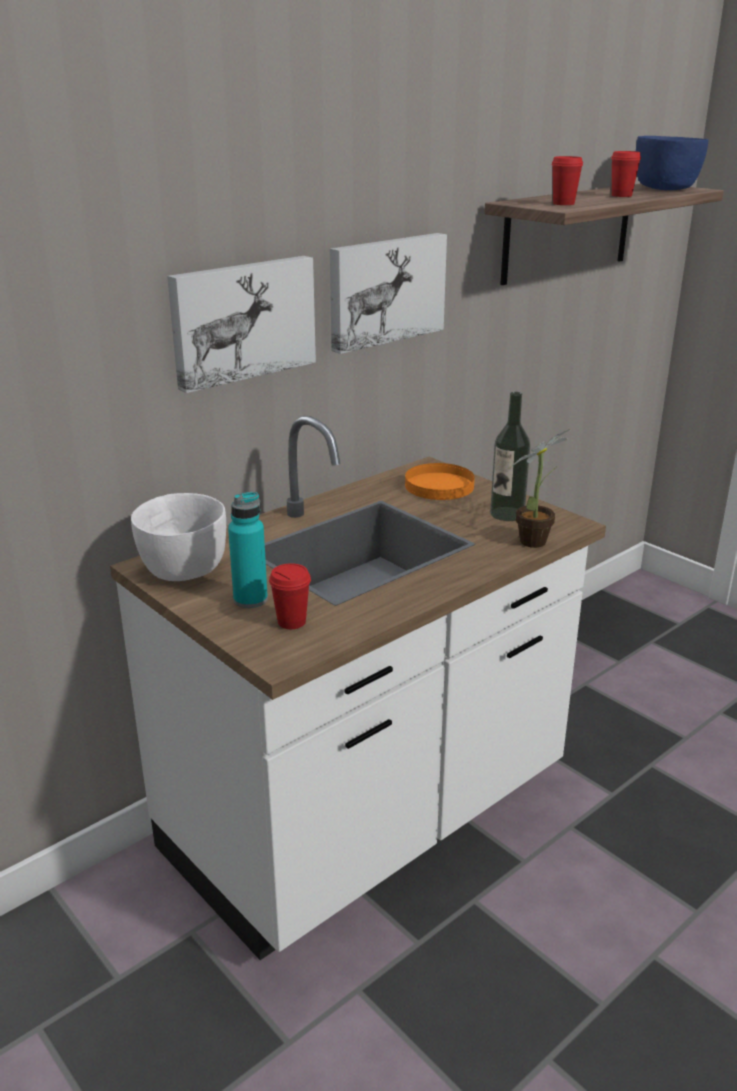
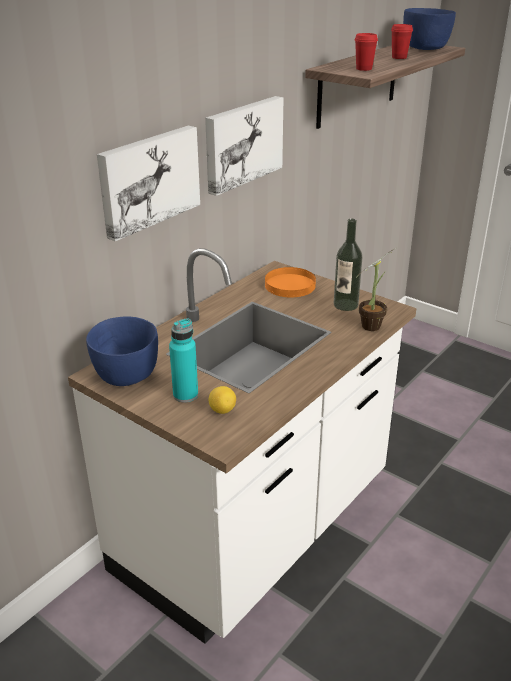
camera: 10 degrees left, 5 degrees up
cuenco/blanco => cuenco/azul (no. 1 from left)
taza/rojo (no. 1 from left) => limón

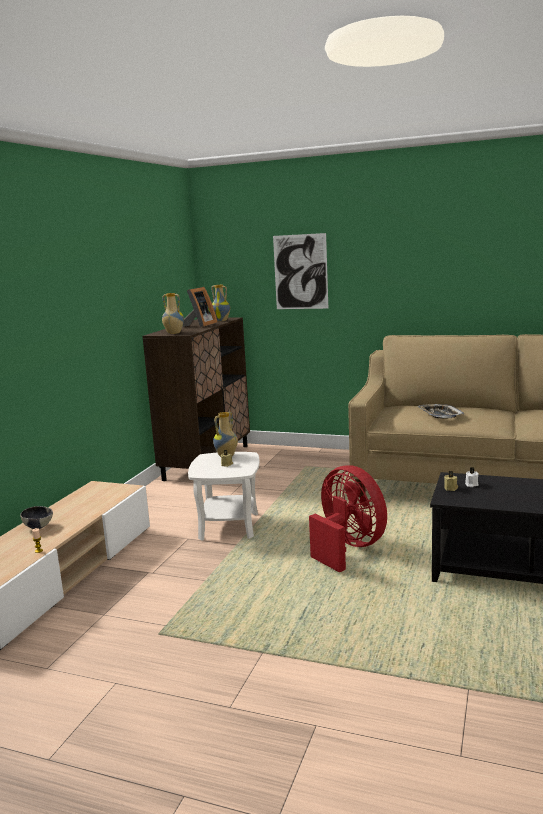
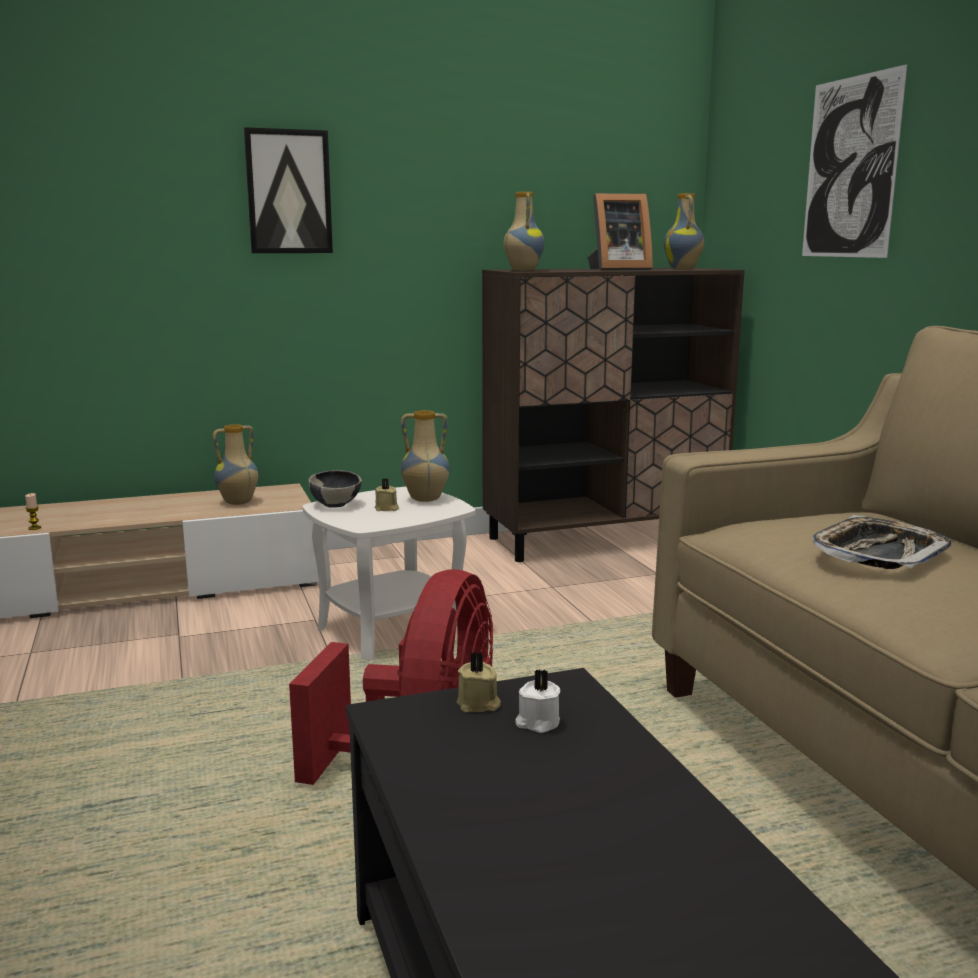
camera: 50 degrees right, 0 degrees up
cuenco, relocated
nothing => florero (no. 1 from left)
nothing => cuadro (no. 1 from left)

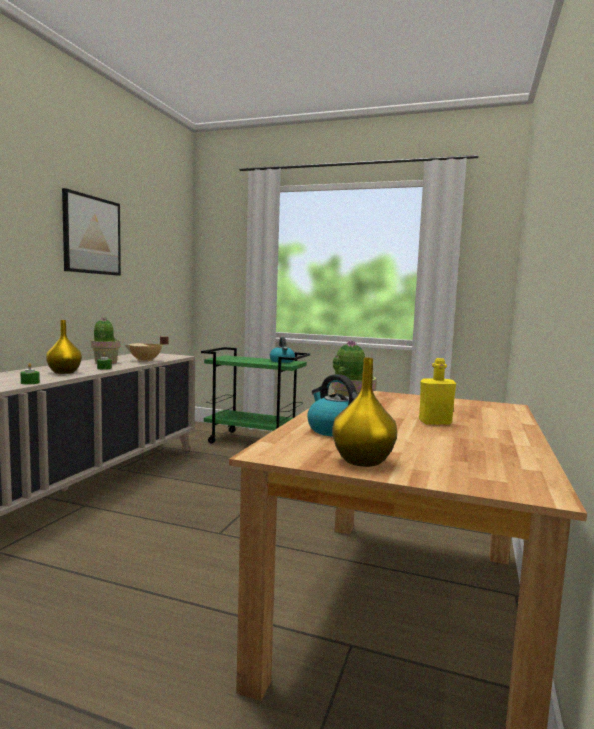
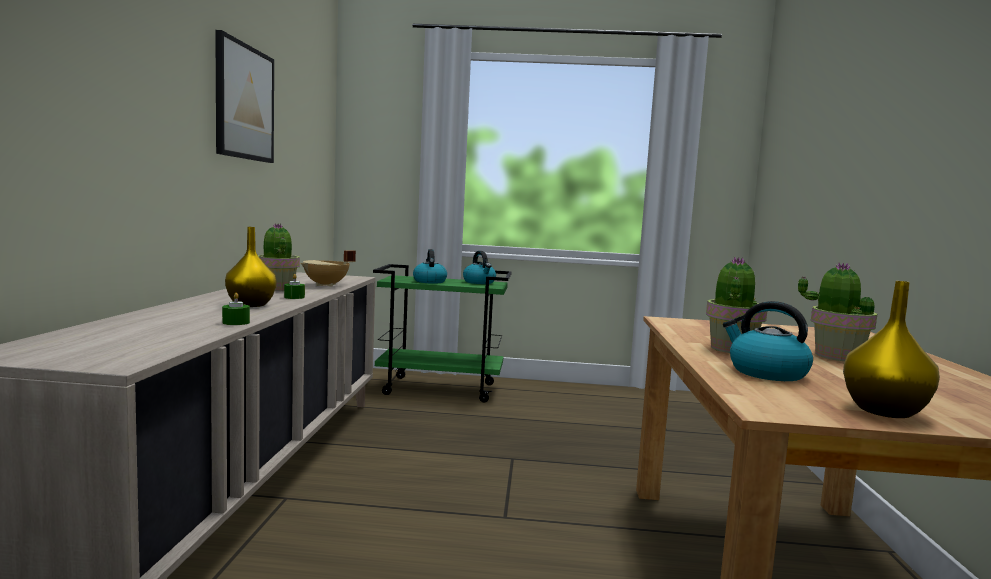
camera: 15 degrees left, 0 degrees up
botella/amarillo => planta en maceta (no. 3 from left)
nothing => hervidor (no. 1 from left)

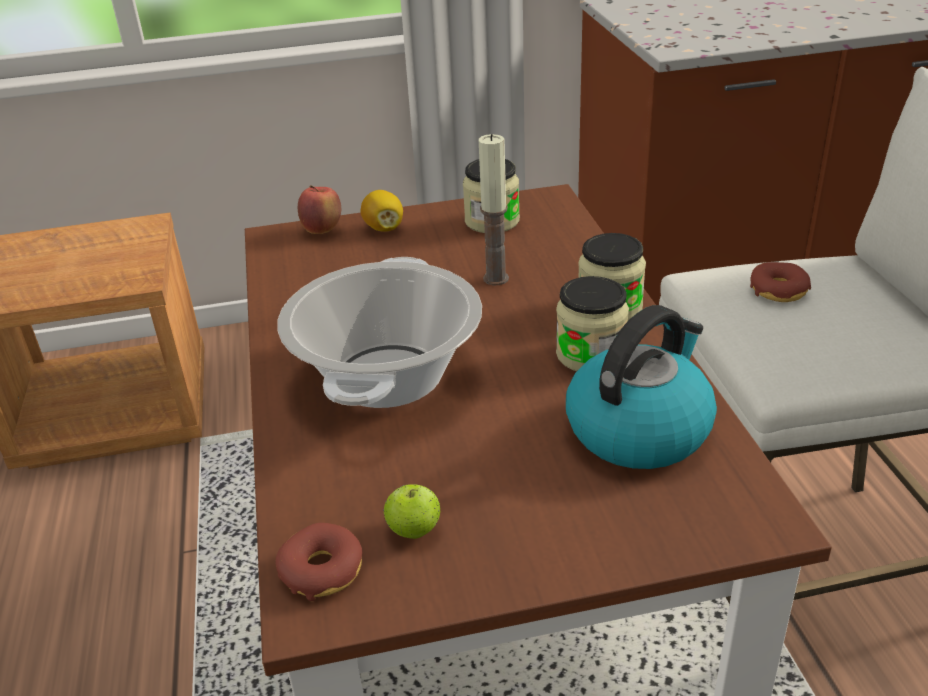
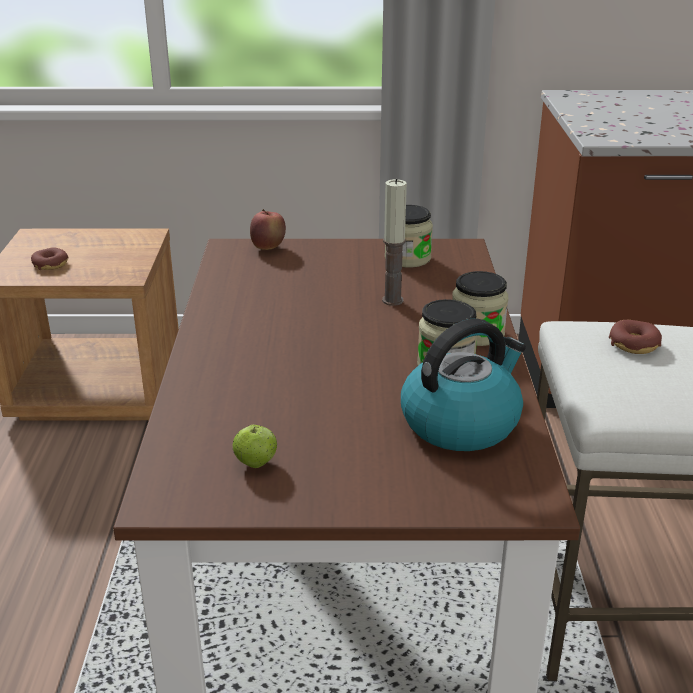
camera: 10 degrees right, 5 degrees down
rosquilla (no. 1 from left), relocated
olla => nothing
limón => nothing

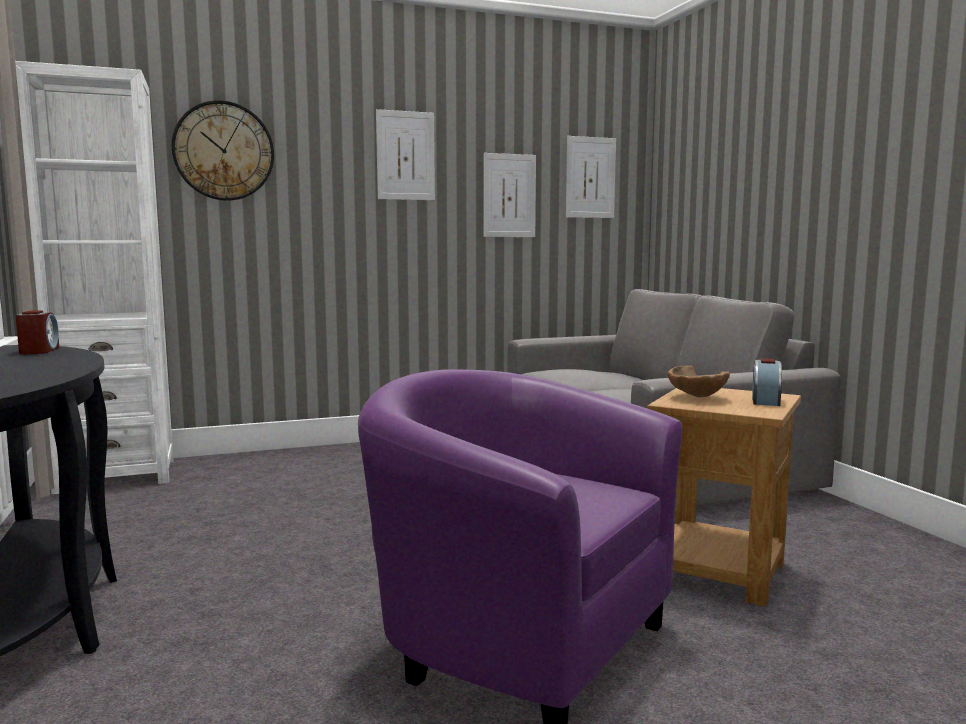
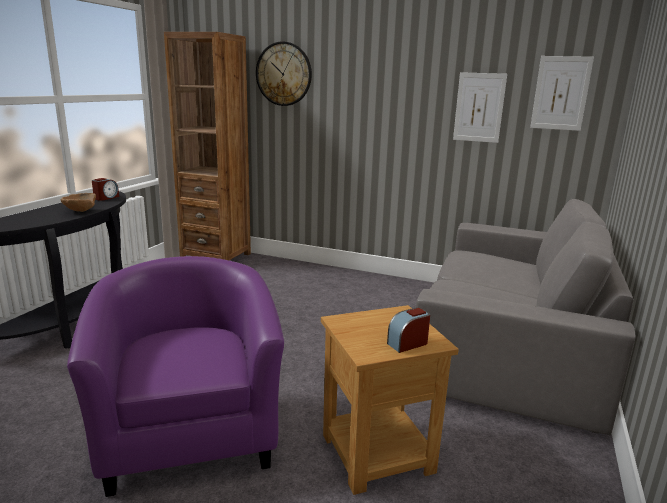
camera: 40 degrees right, 10 degrees up
estantería/blanco => estantería/marrón
cuadro (no. 1 from left) => nothing
cuenco/marrón, relocated

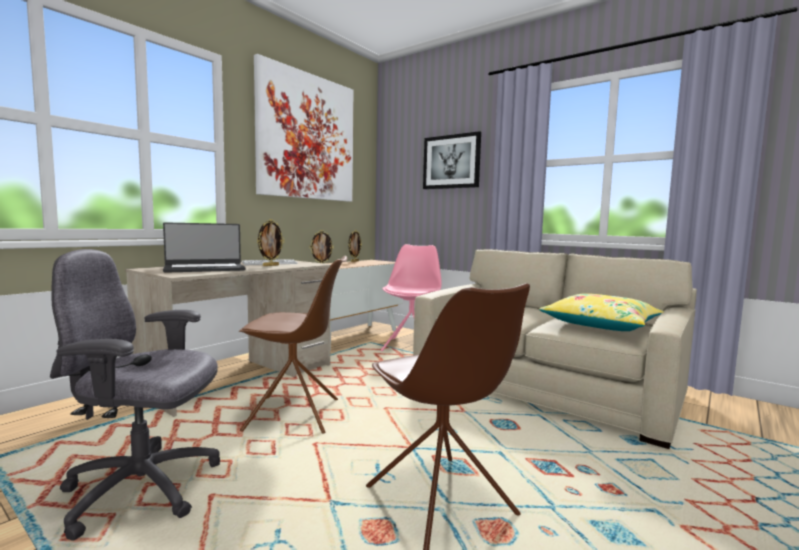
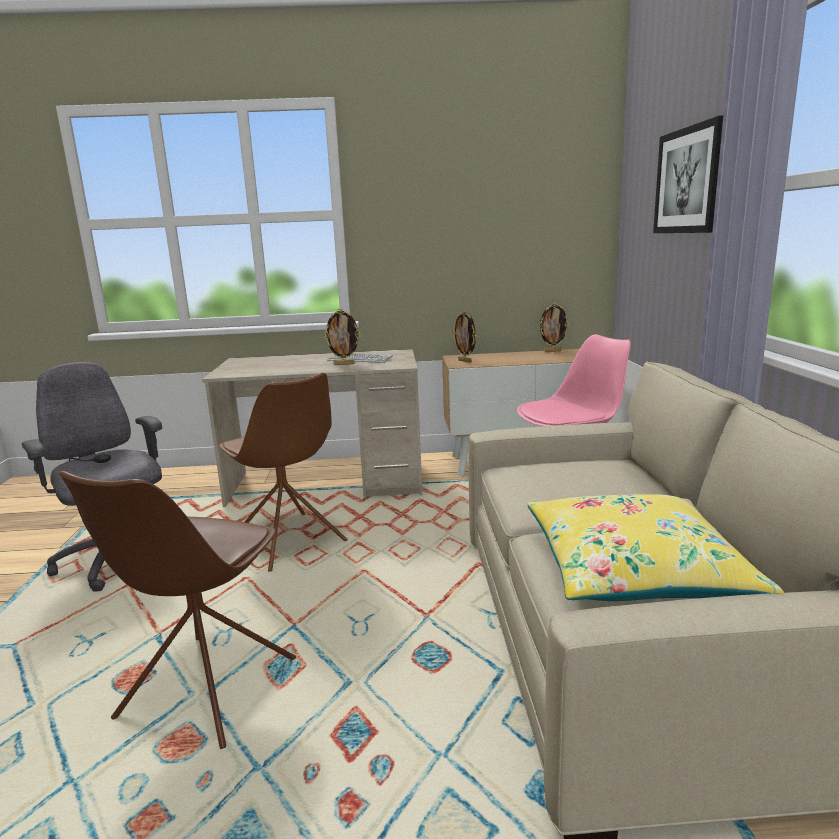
camera: 50 degrees right, 10 degrees up
portátil => nothing
cuadro (no. 1 from left) => nothing

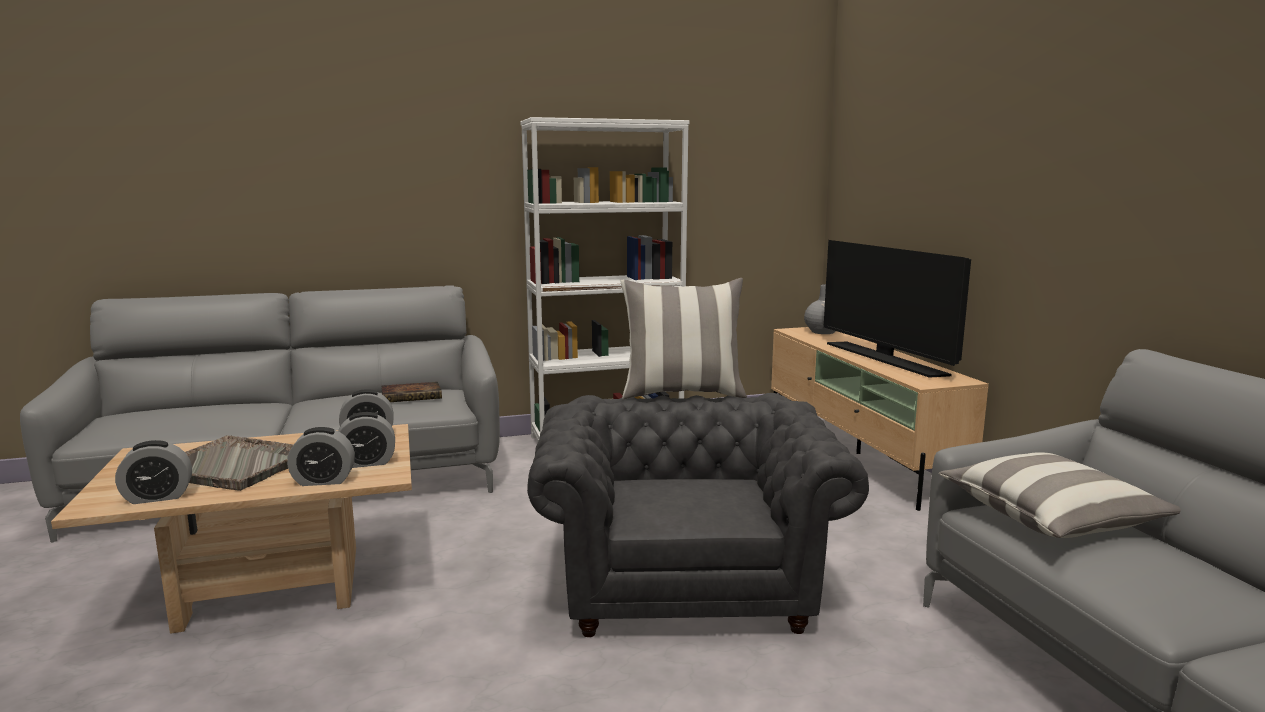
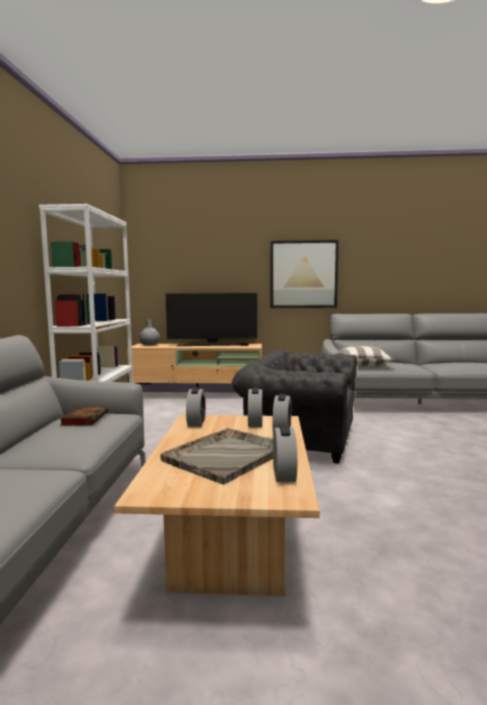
camera: 70 degrees left, 5 degrees down
cojín (no. 1 from left) => nothing
nothing => cuadro

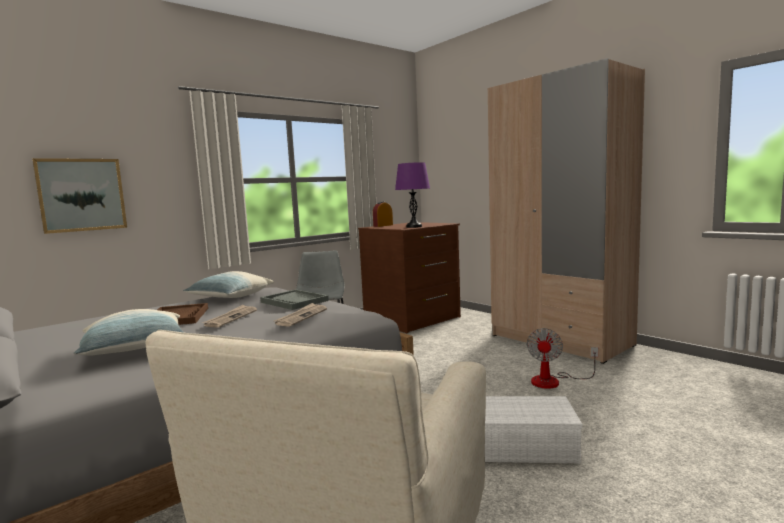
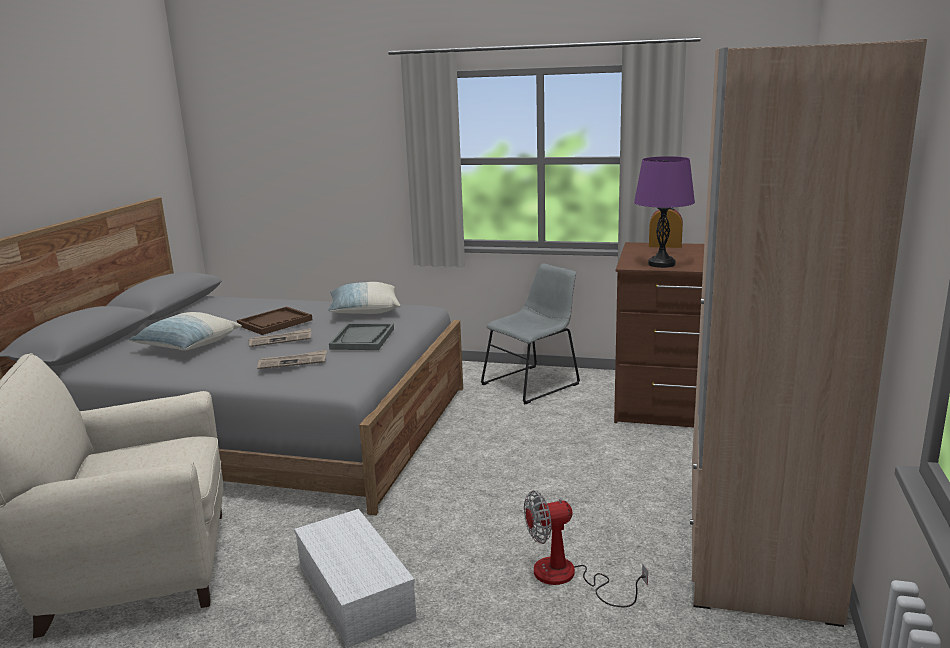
camera: 55 degrees right, 10 degrees up
cuadro => nothing

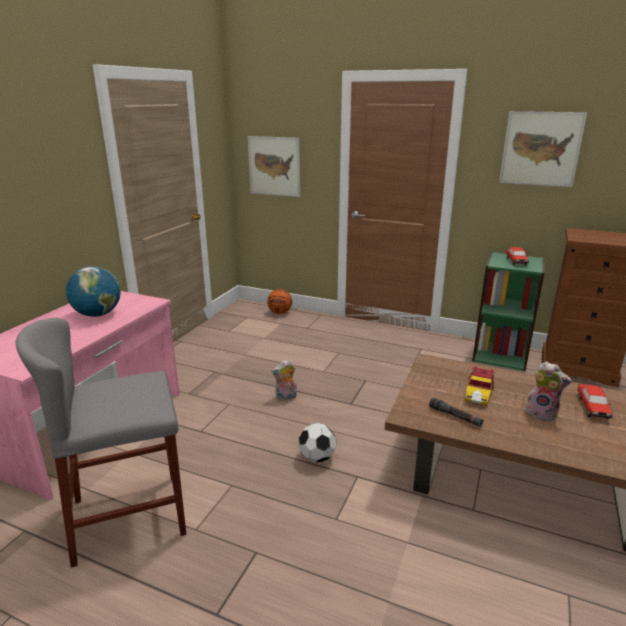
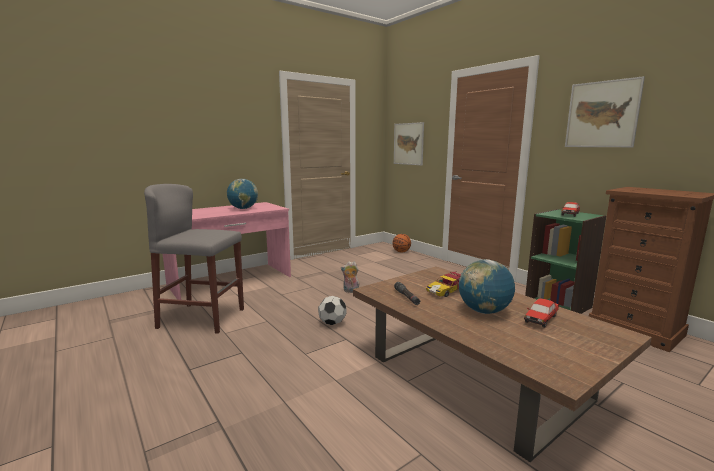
camera: 30 degrees right, 10 degrees down
peluche (no. 2 from left) => globo terráqueo (no. 2 from left)

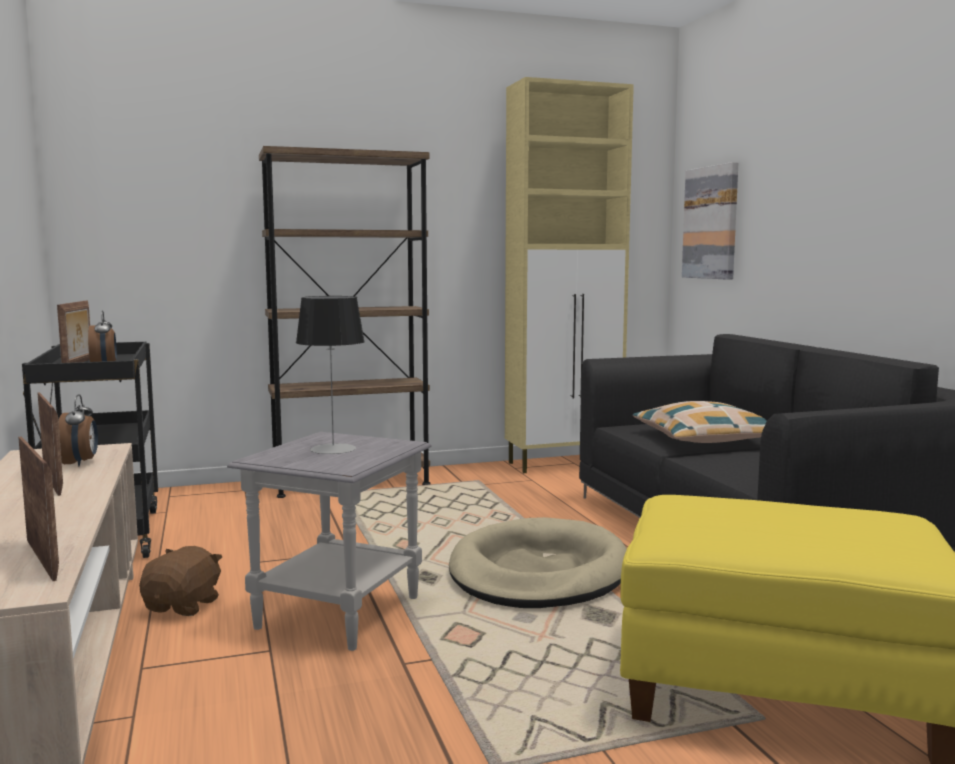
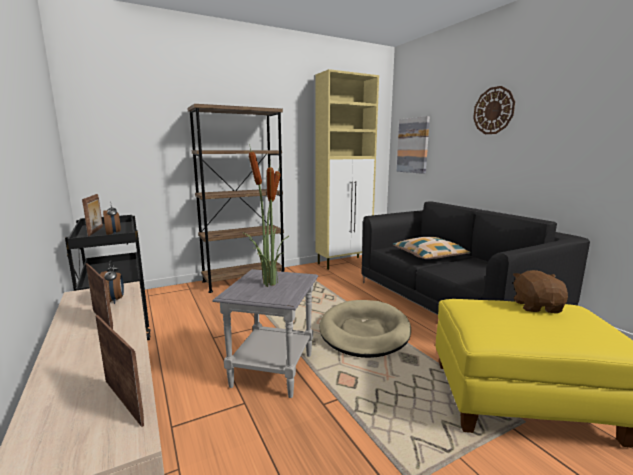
camera: 10 degrees left, 5 degrees up
peluche/marrón, relocated
lámpara de mesa => planta en maceta
nothing => reloj de pared

